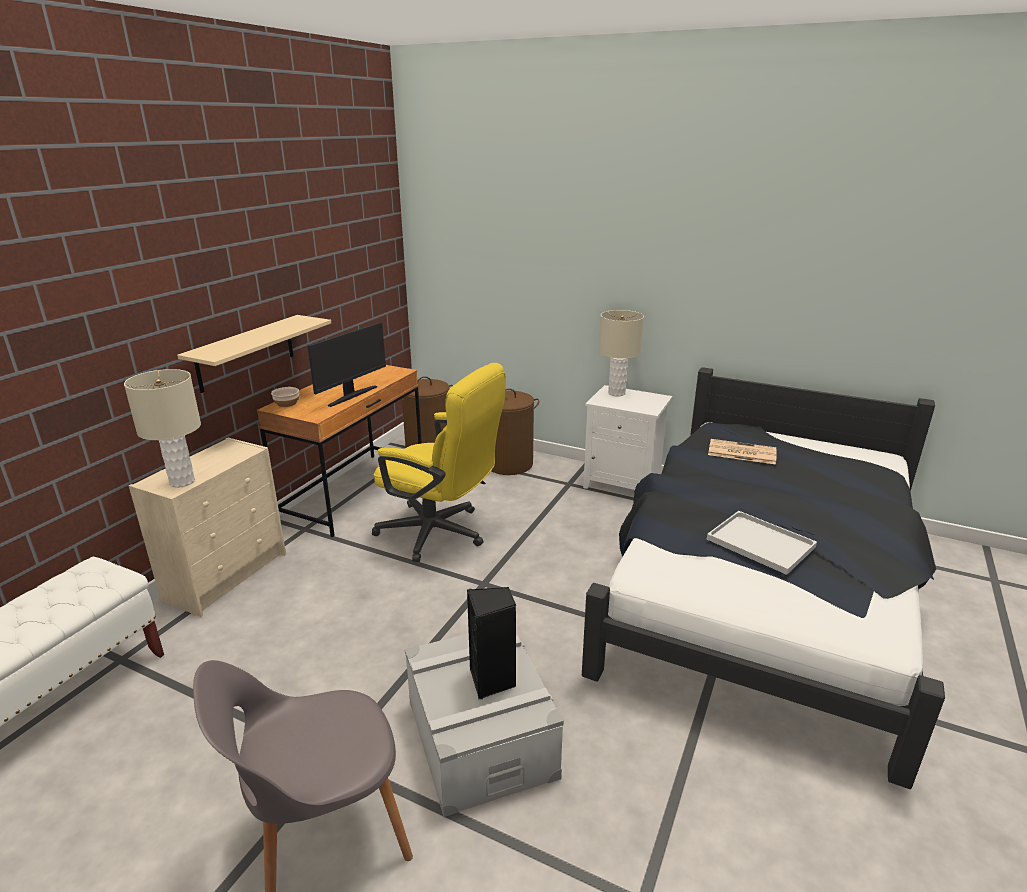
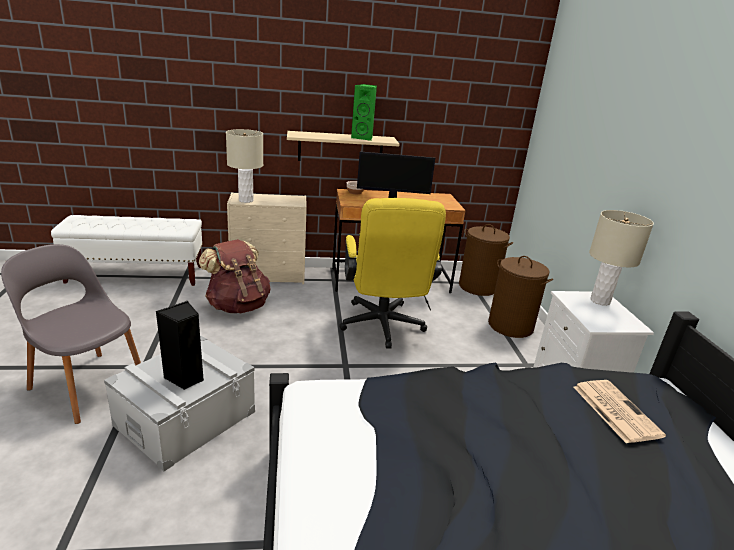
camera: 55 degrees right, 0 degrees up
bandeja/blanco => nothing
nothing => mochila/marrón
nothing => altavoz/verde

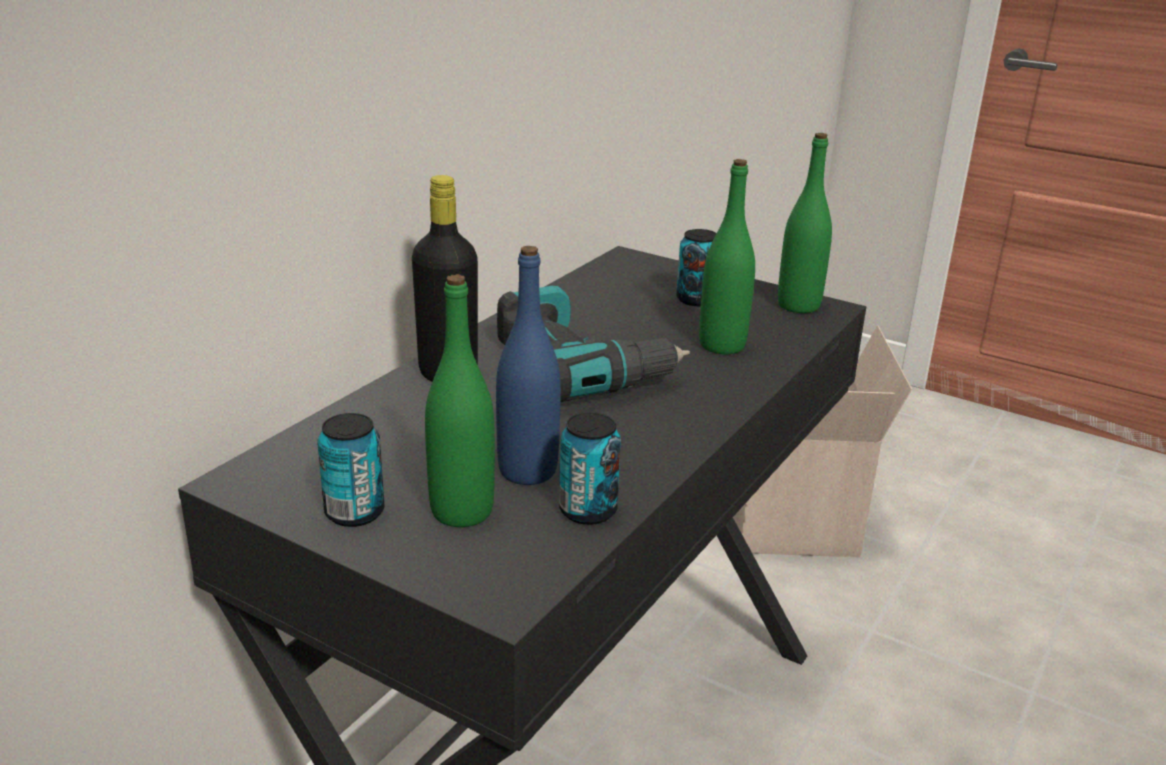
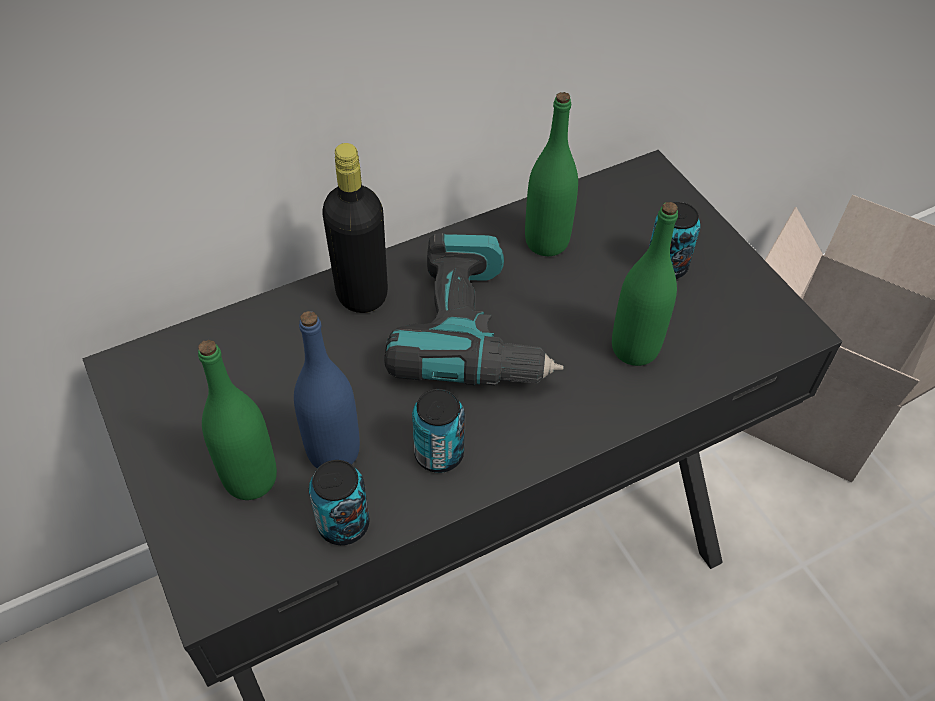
camera: 30 degrees right, 25 degrees up
lata (no. 1 from left in the first image) => lata (no. 2 from left), relocated
botella/verde (no. 3 from left in the first image) => botella/verde (no. 2 from left), relocated

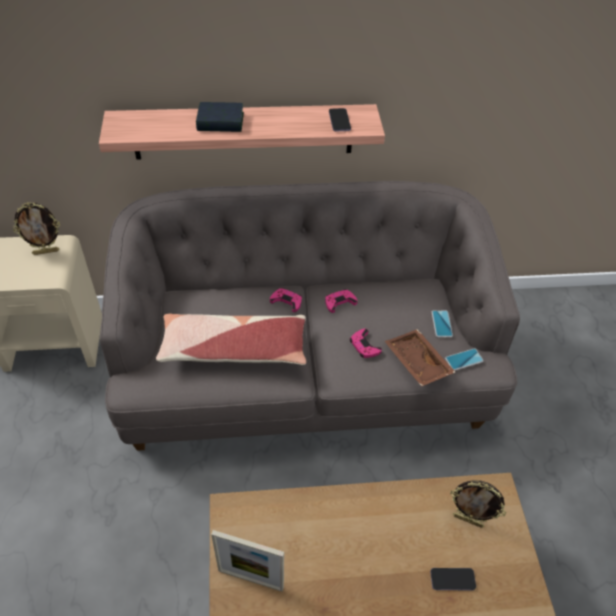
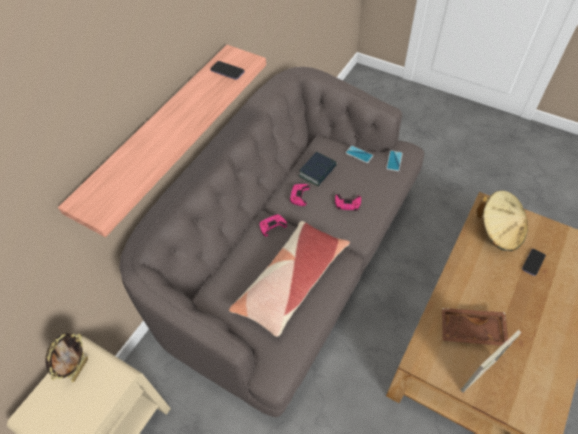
camera: 50 degrees left, 5 degrees up
libro, relocated
bandeja/marrón, relocated
portarretratos (no. 3 from left) => sombrero/beis

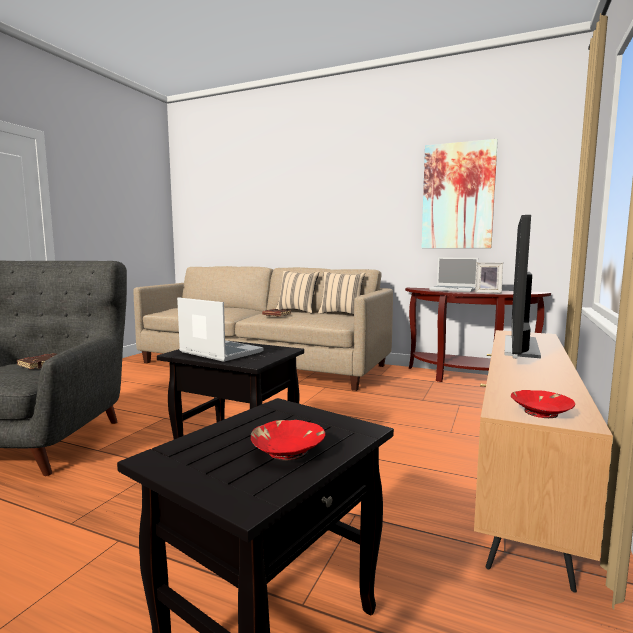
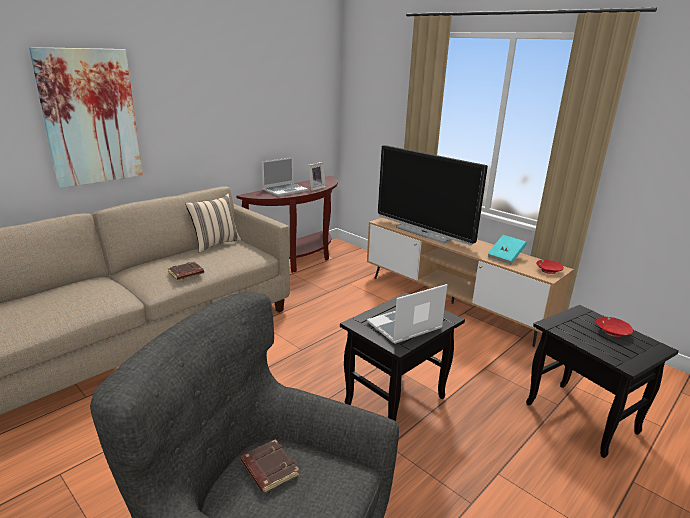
camera: 70 degrees left, 15 degrees up
cojín/beis (no. 1 from left) => nothing
cuadro, relocated
nothing => libro/turquesa

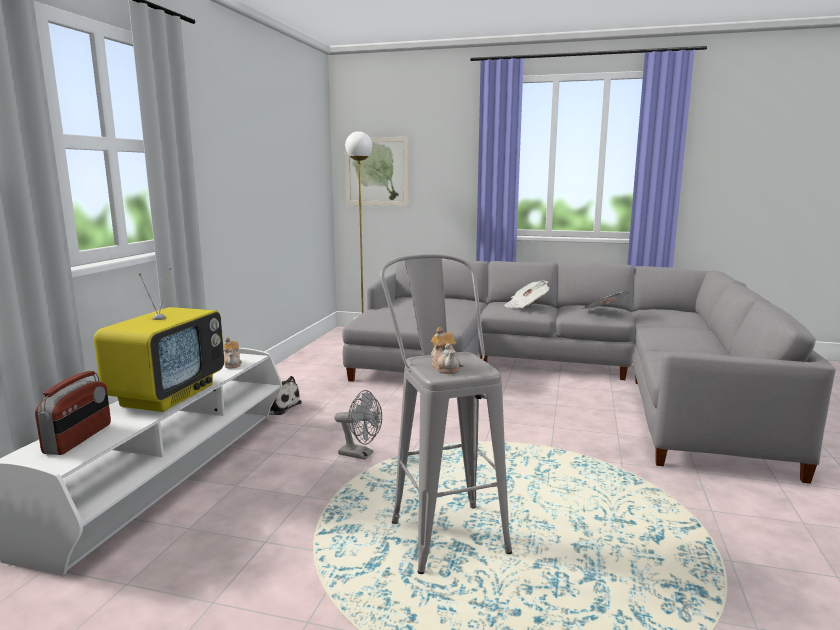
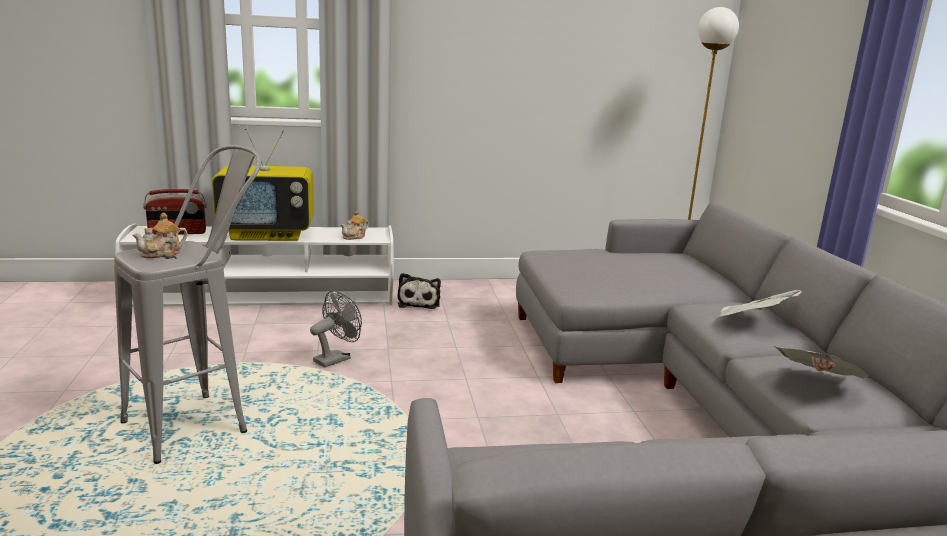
camera: 65 degrees right, 5 degrees up
ventilador/gris, 135 degrees counterclockwise
cuadro => nothing

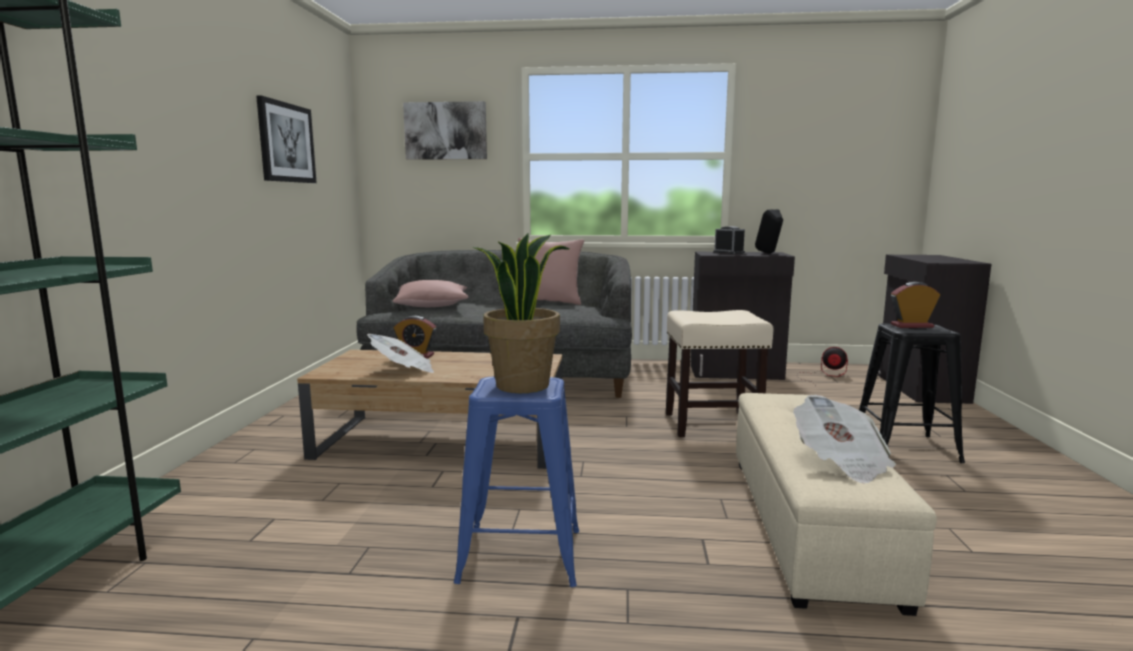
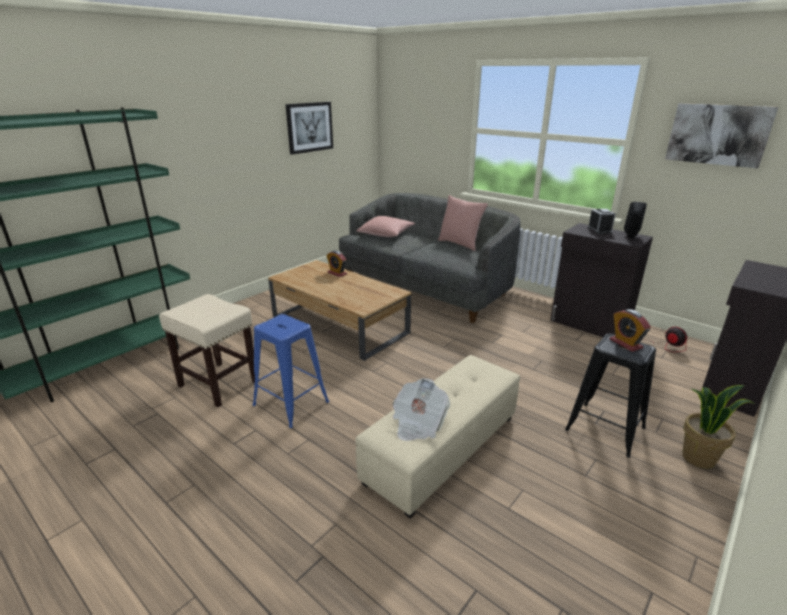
camera: 35 degrees right, 15 degrees up
periódico (no. 1 from left) => nothing
cuadro (no. 2 from left), relocated
planta en maceta, relocated
taburete/beis, relocated
despertador (no. 3 from left), 150 degrees counterclockwise

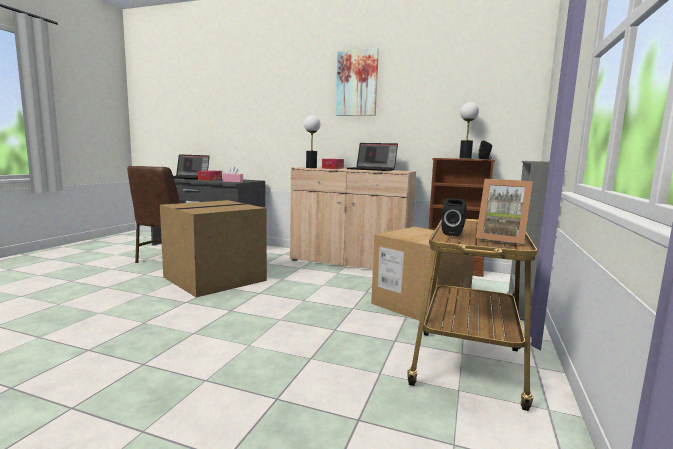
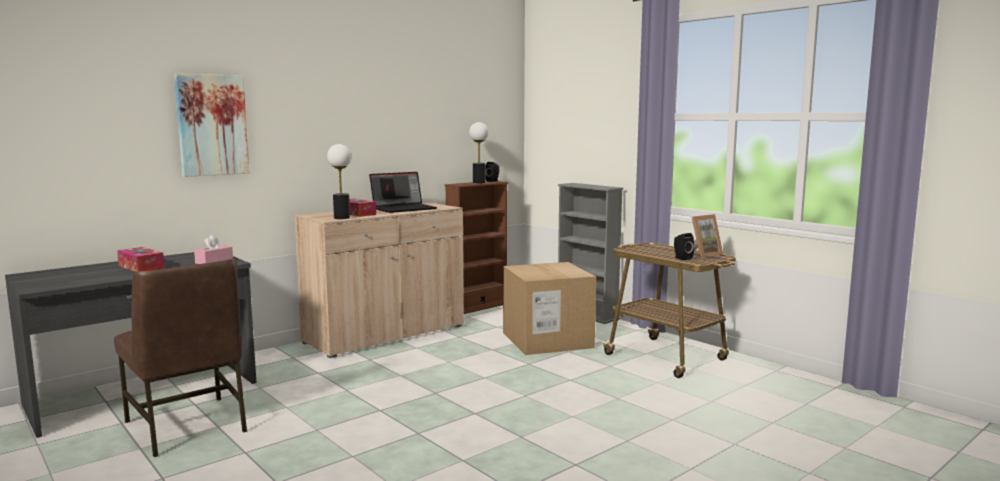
camera: 60 degrees left, 0 degrees up
caja de cartón (no. 1 from left) => nothing
portátil (no. 1 from left) => nothing
cuadro, relocated

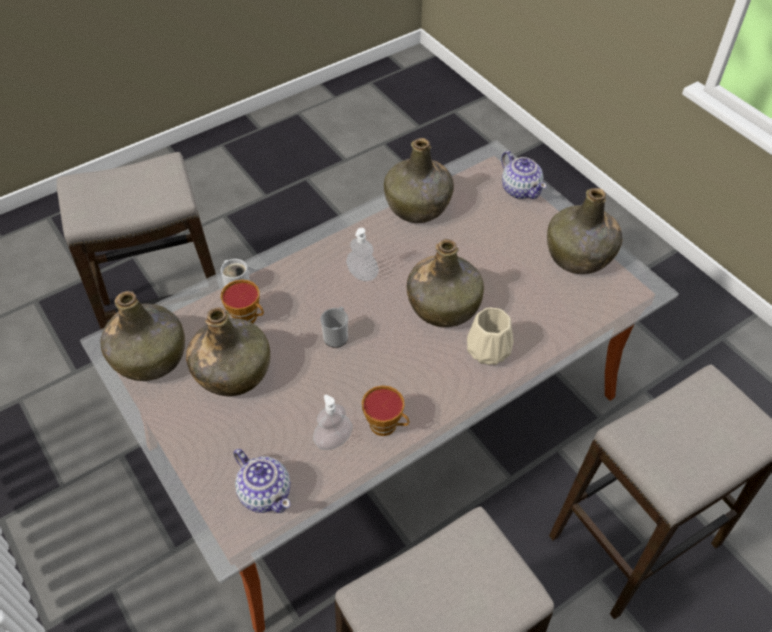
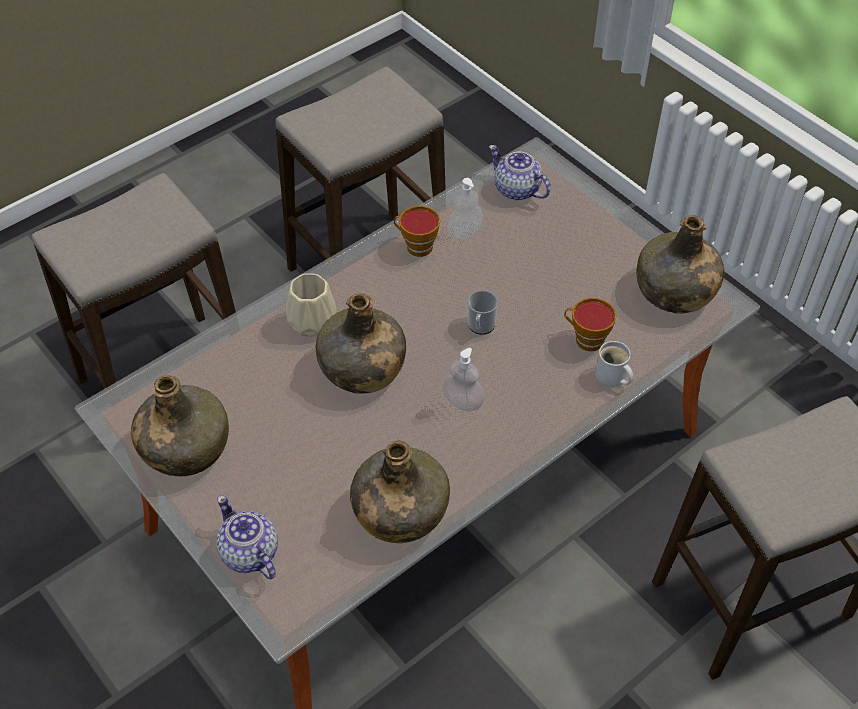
camera: 175 degrees right, 0 degrees up
botella/verde (no. 2 from left) => nothing

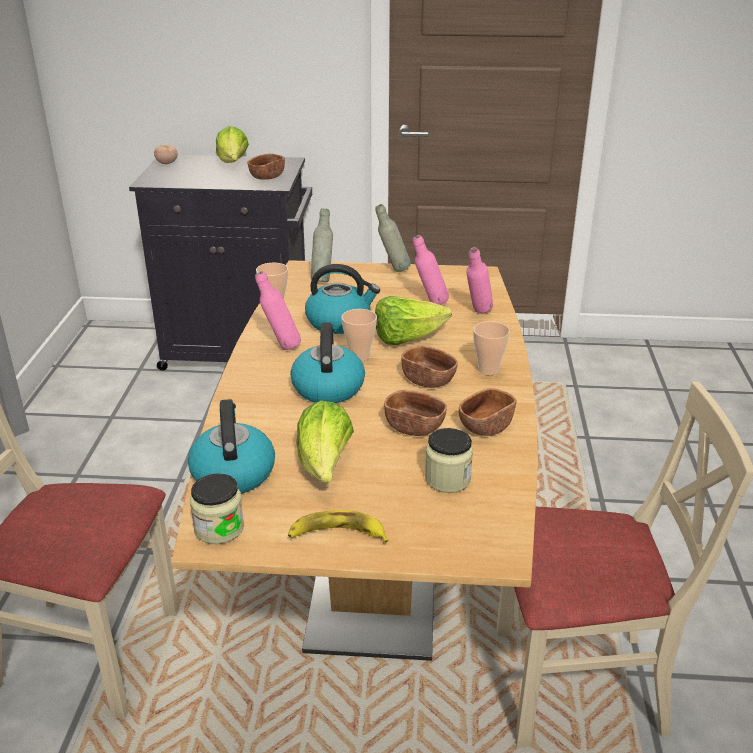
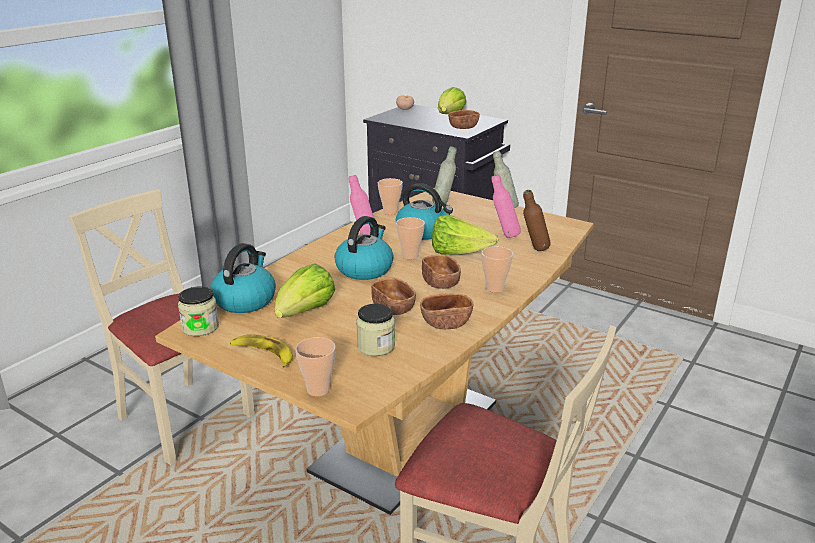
camera: 30 degrees right, 5 degrees down
botella/rosa (no. 3 from left) => botella/marrón
nothing => taza (no. 1 from left)

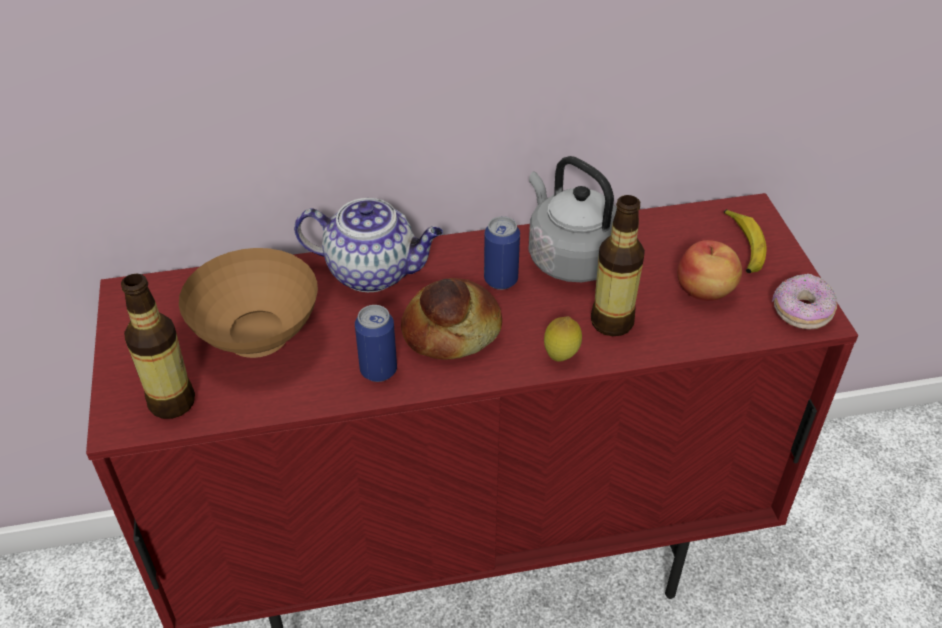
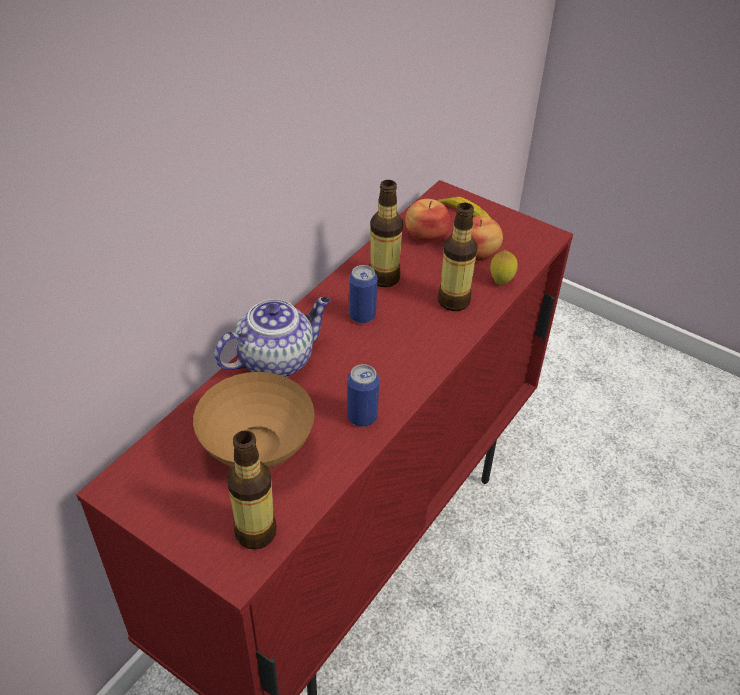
camera: 45 degrees left, 0 degrees up
pan => nothing
hervidor/gris => botella (no. 2 from left)
limón, relocated
rosquilla => nothing
nothing => manzana (no. 1 from left)

